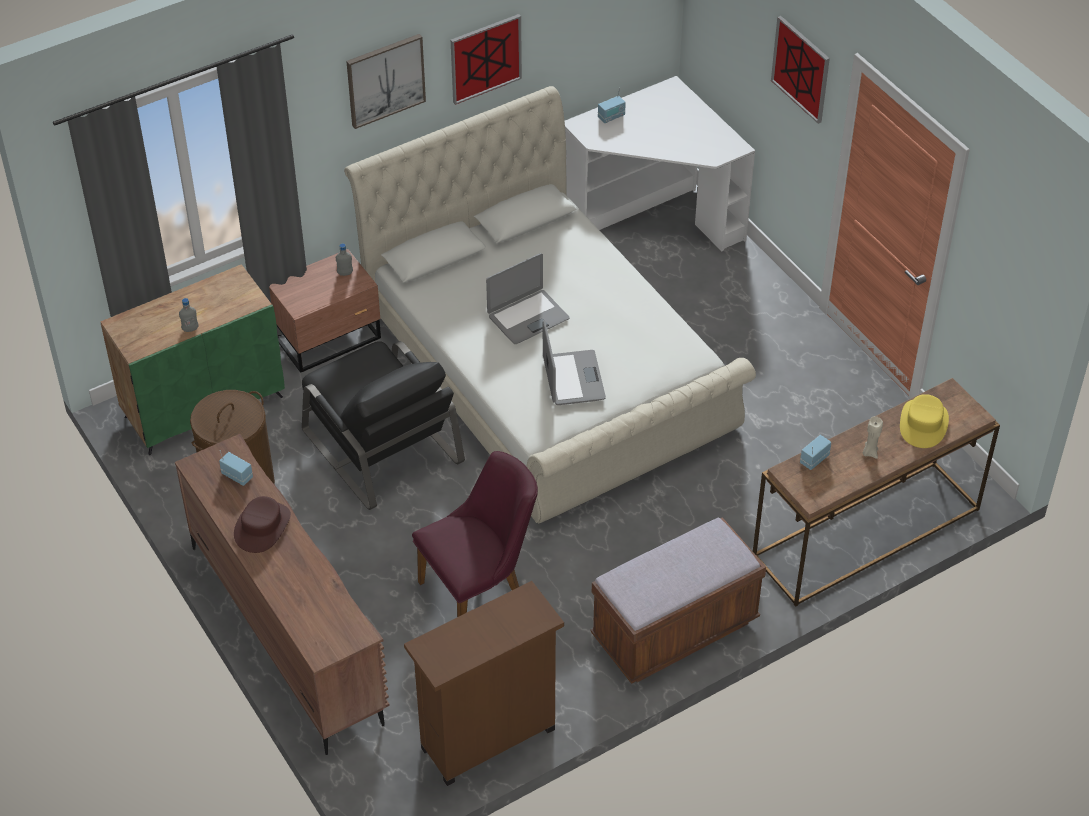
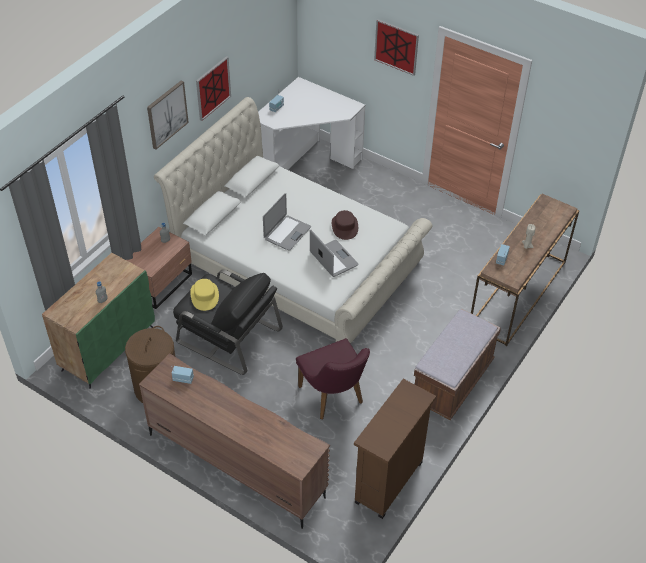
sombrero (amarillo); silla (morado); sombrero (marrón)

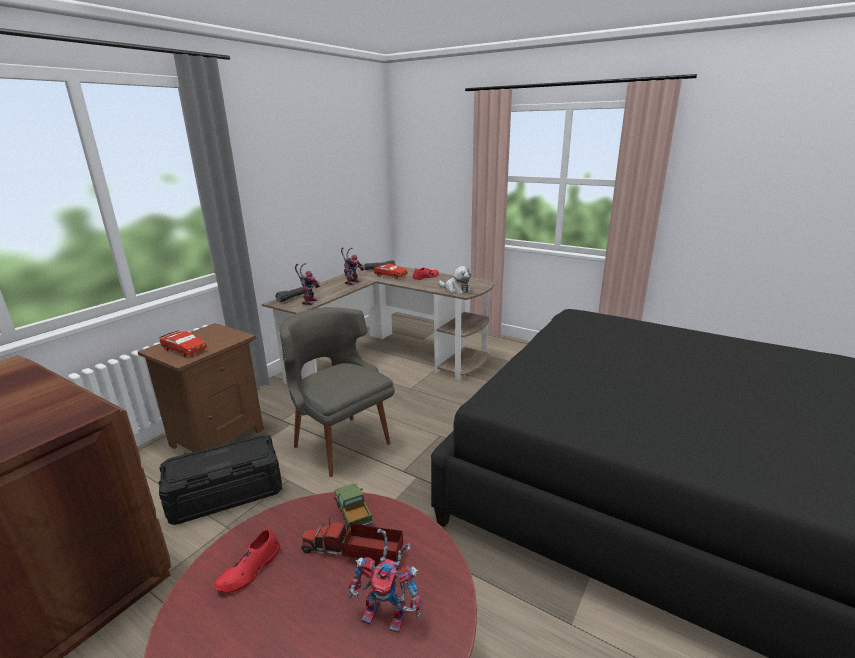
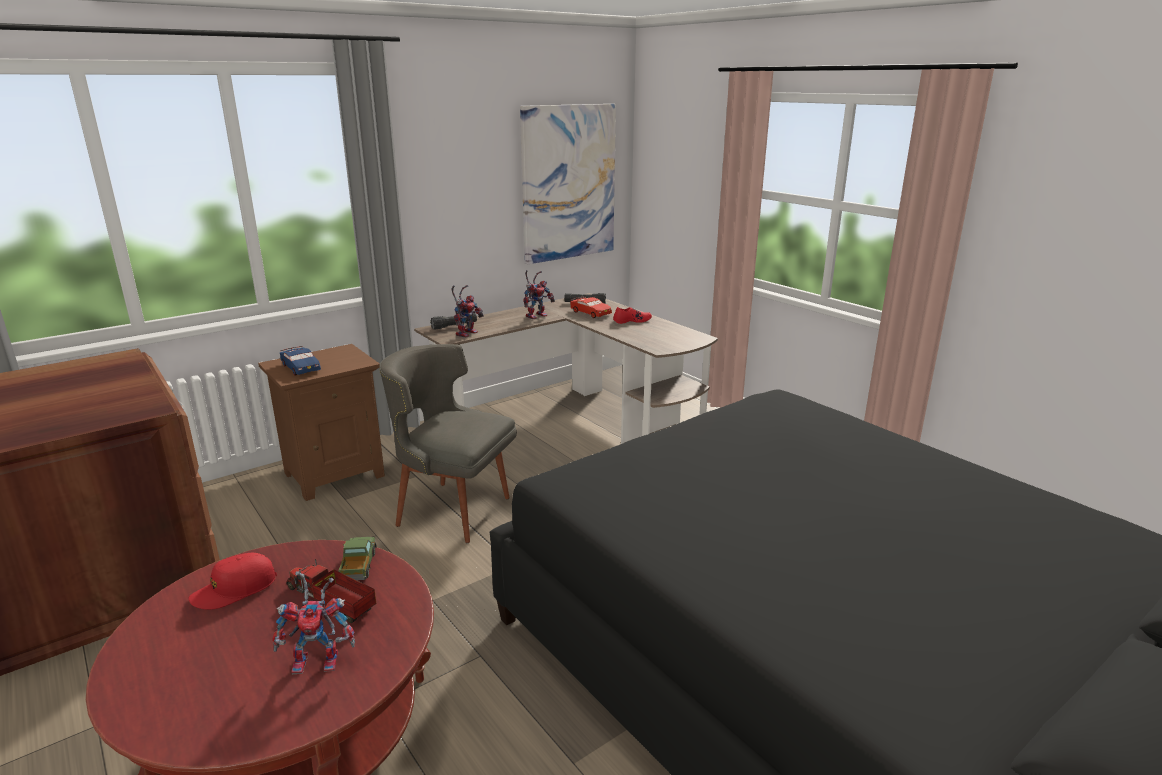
gorra (rojo); robot de juguete (1st from left); coche de juguete (azul); silla (gris); cuadro; caja de almacenaje (negro); peluche

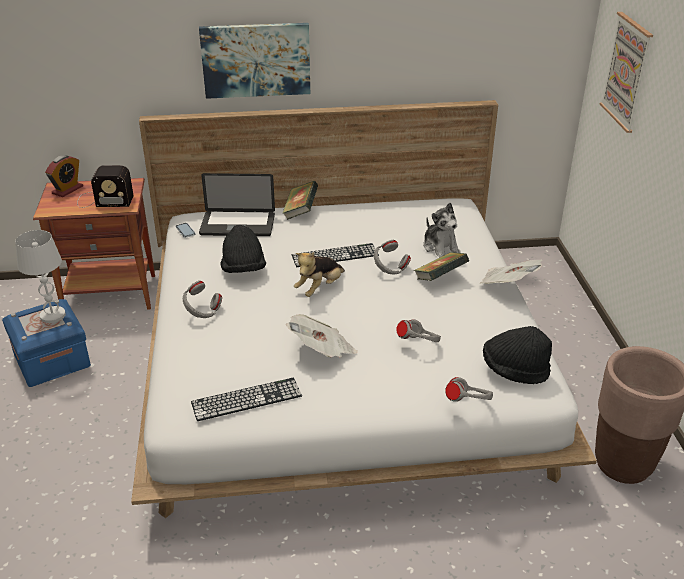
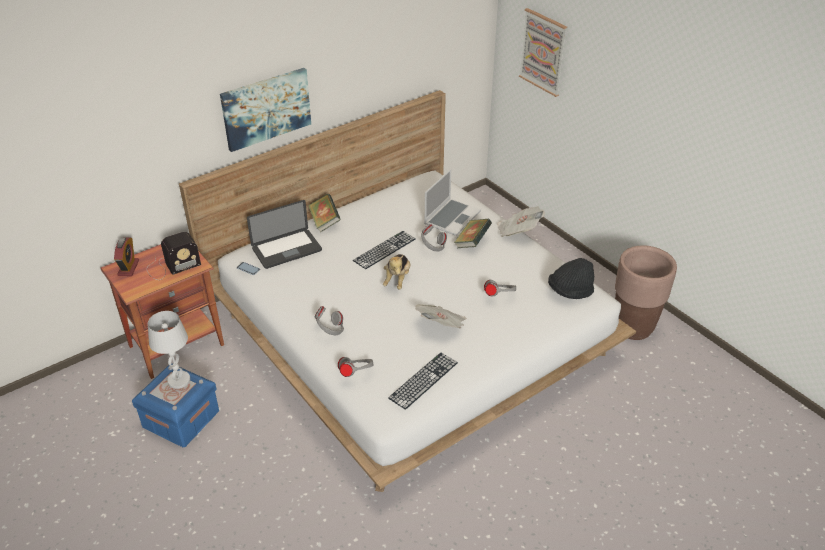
auriculares (gris) (2nd from left); portátil (2nd from left); sombrero (negro) (1st from left in the first image)

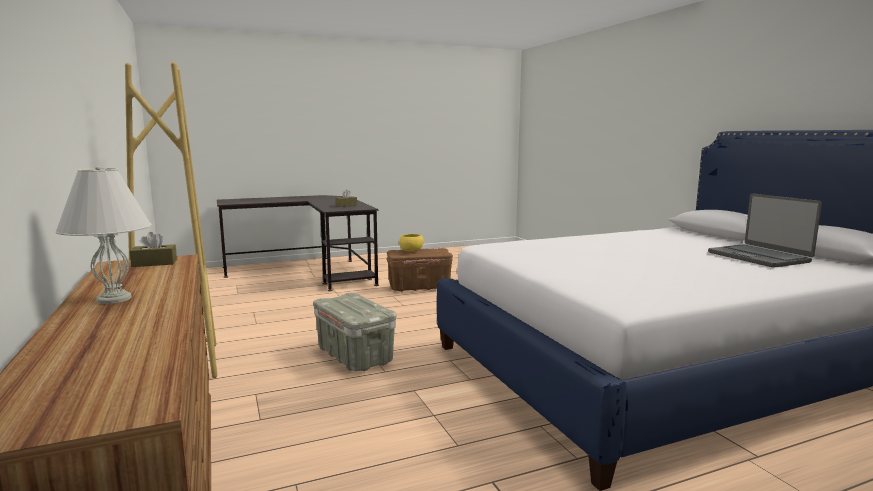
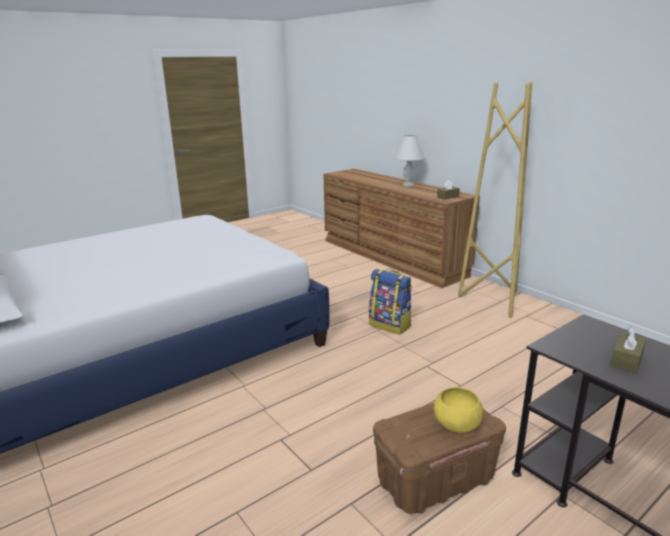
mochila; portátil

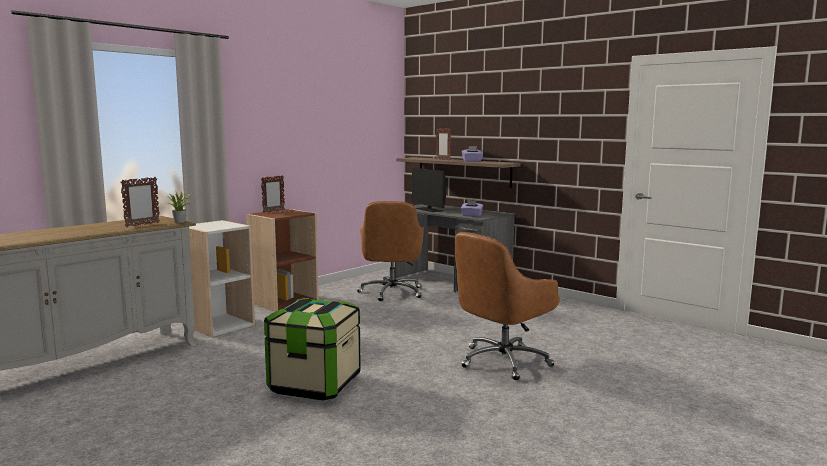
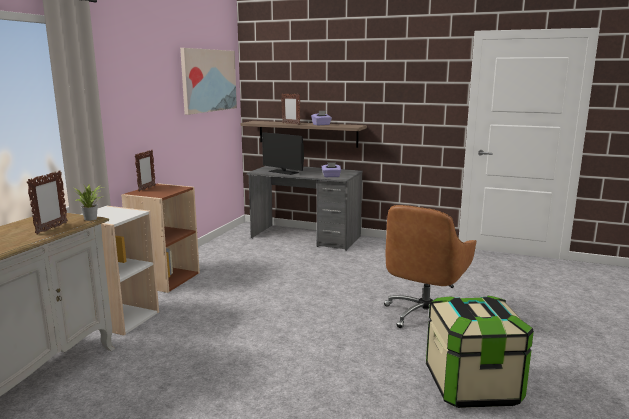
cuadro; caja de almacenaje; silla de oficina (marrón) (1st from left in the first image)

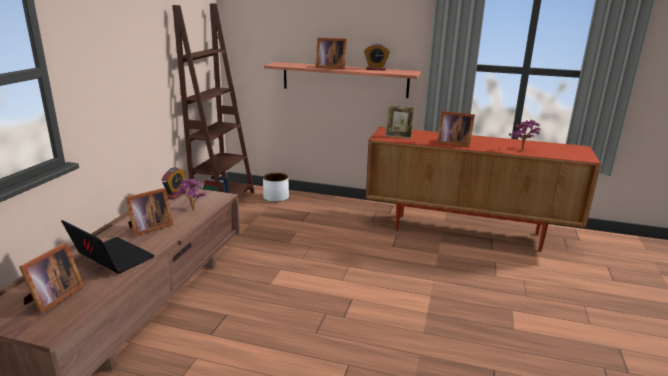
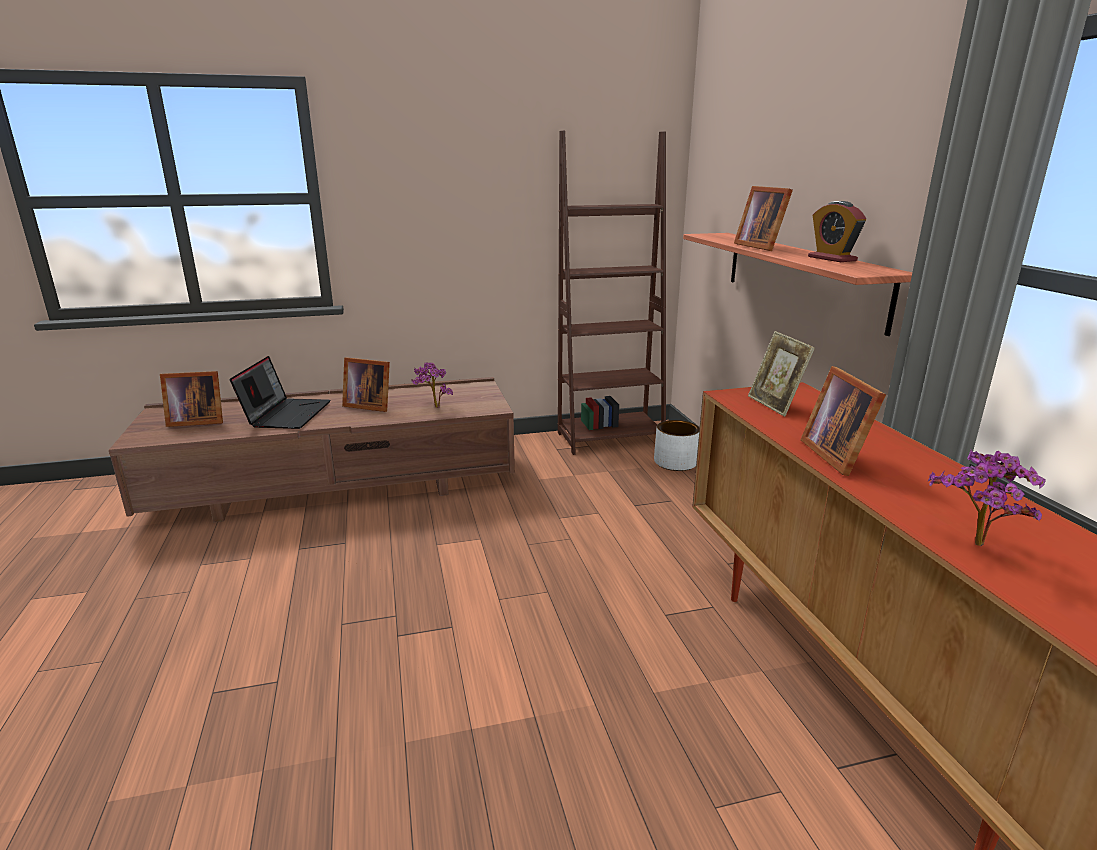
despertador (1st from left in the first image)

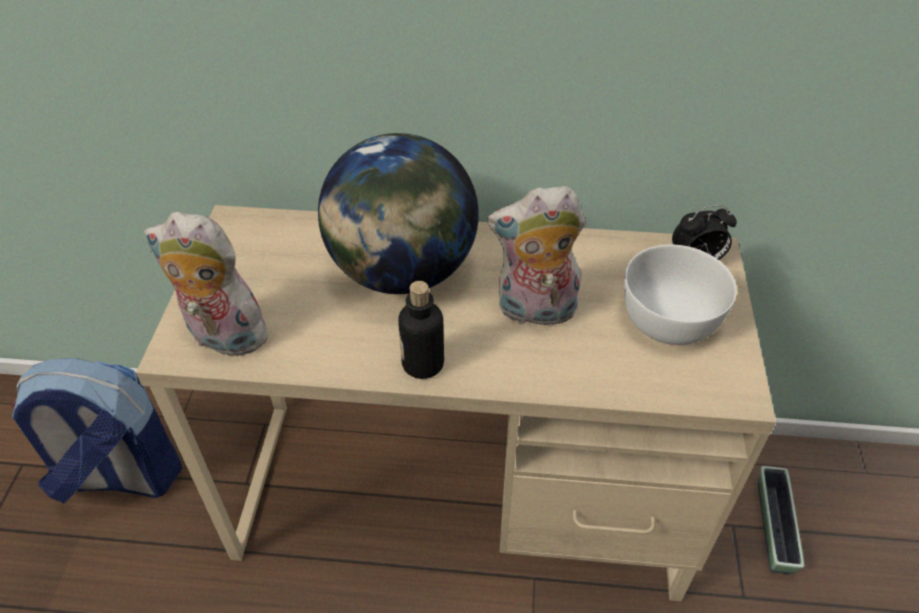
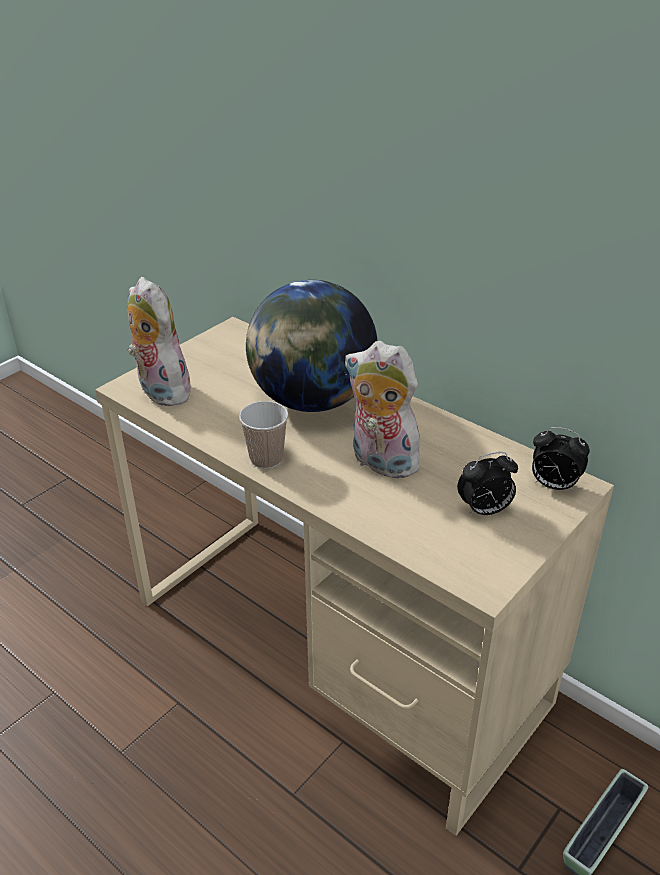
taza; despertador (1st from left); mochila

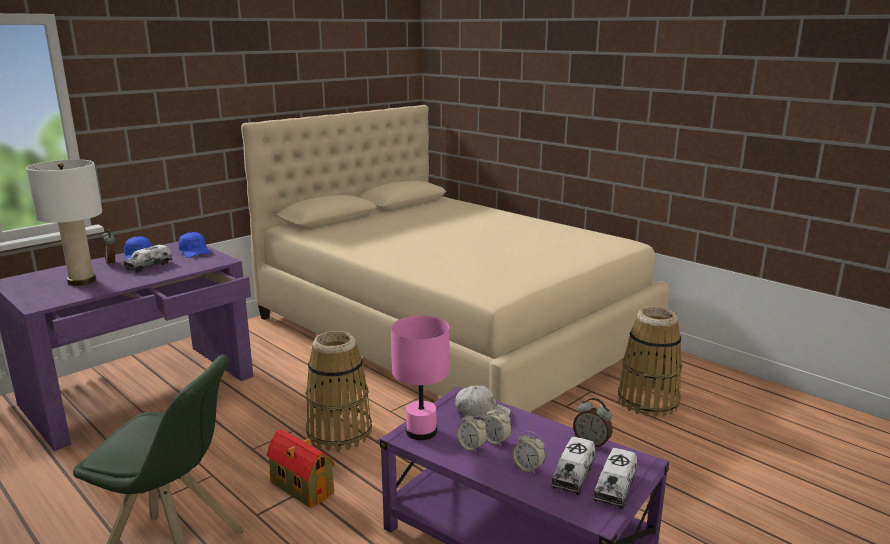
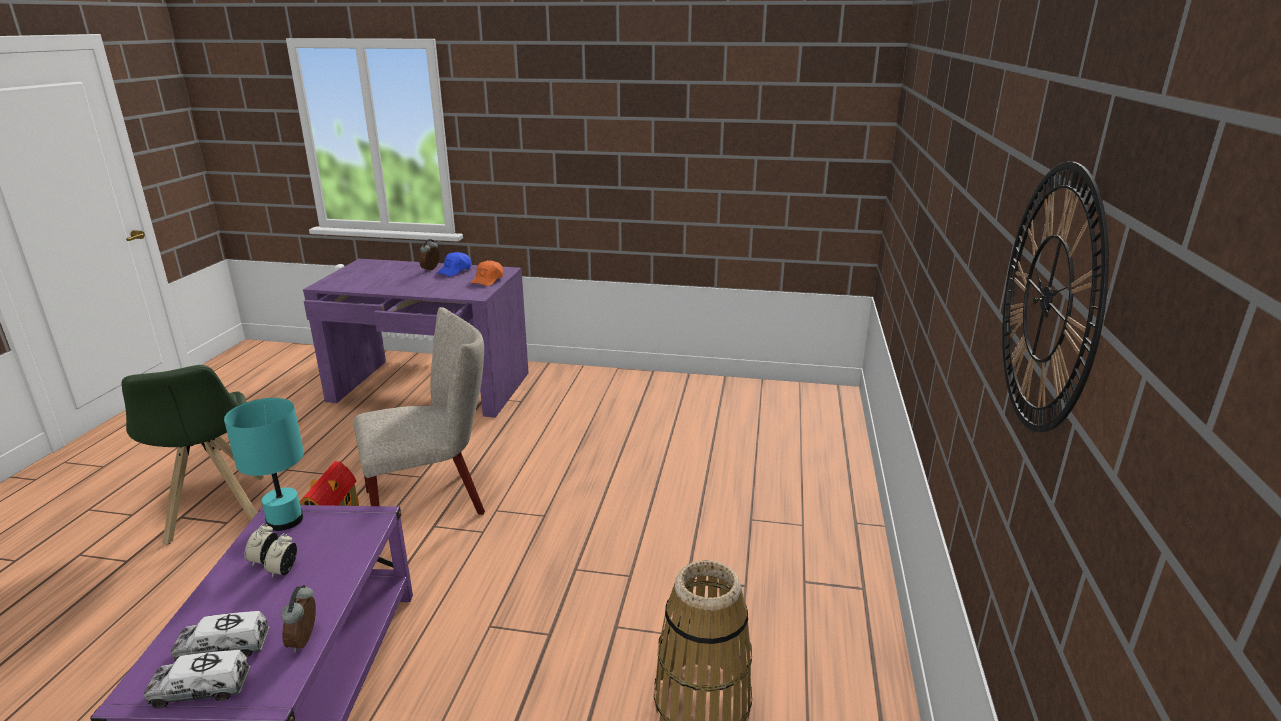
lámpara de mesa (turquesa); silla (beis); gorra (naranja); reloj de pared; lámpara de mesa (blanco); camión de juguete (1st from left in the first image); cama (beis); gorra (blanco); despertador (4th from left in the first image)

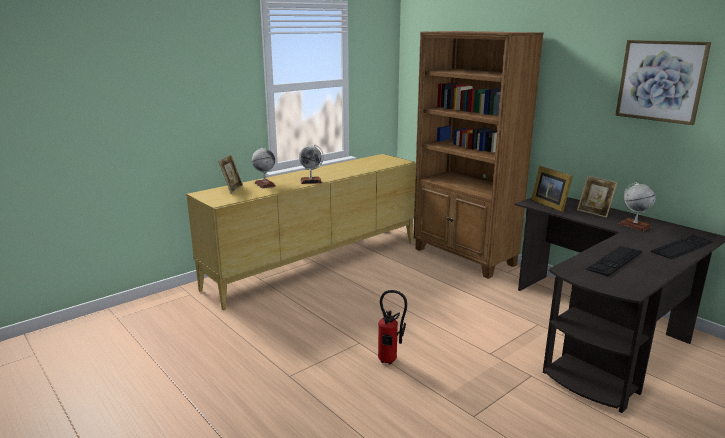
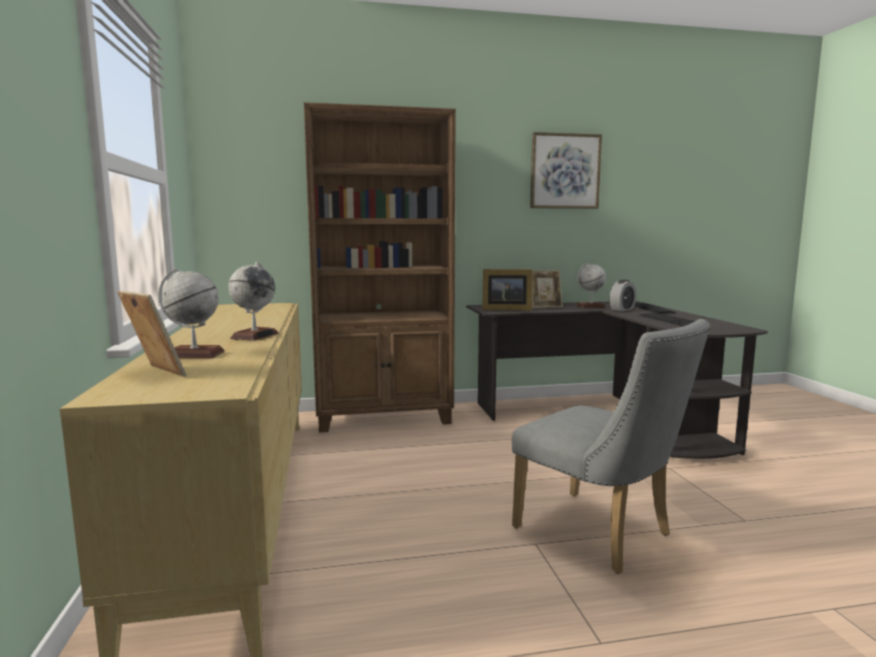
silla (gris); despertador

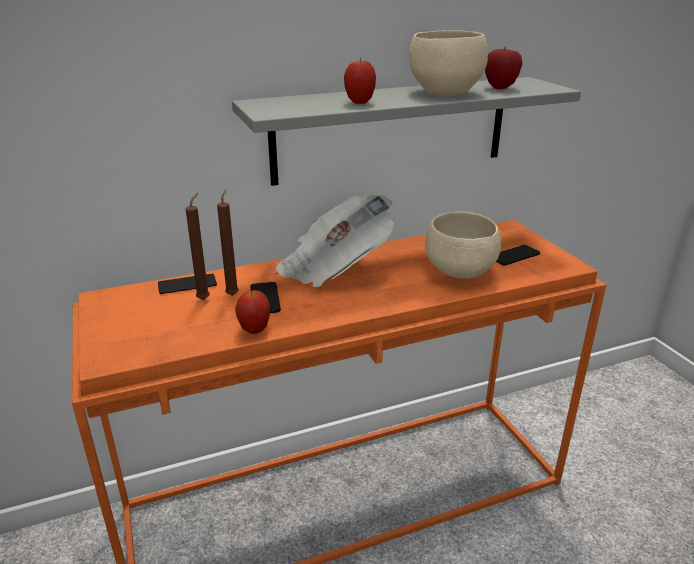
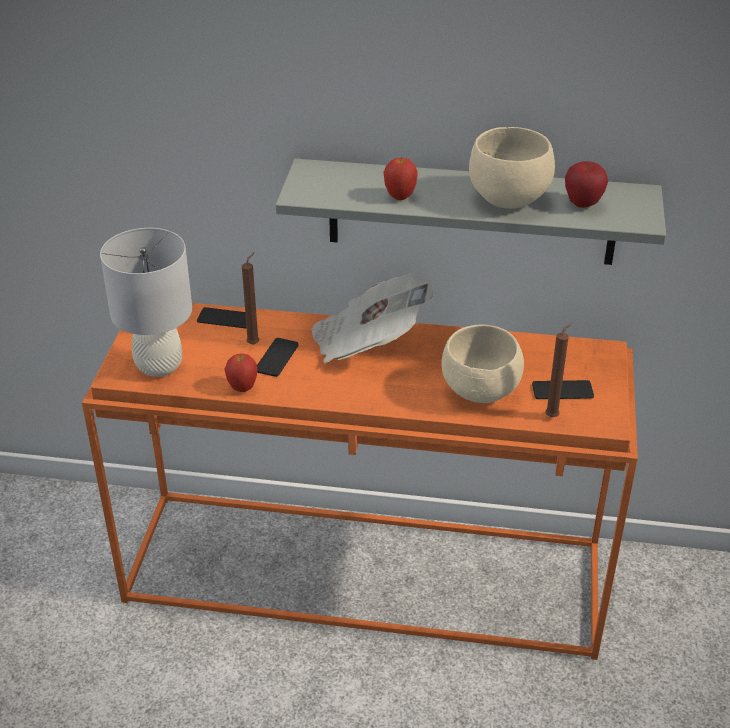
lámpara de mesa (gris); vela (marrón) (2nd from left)

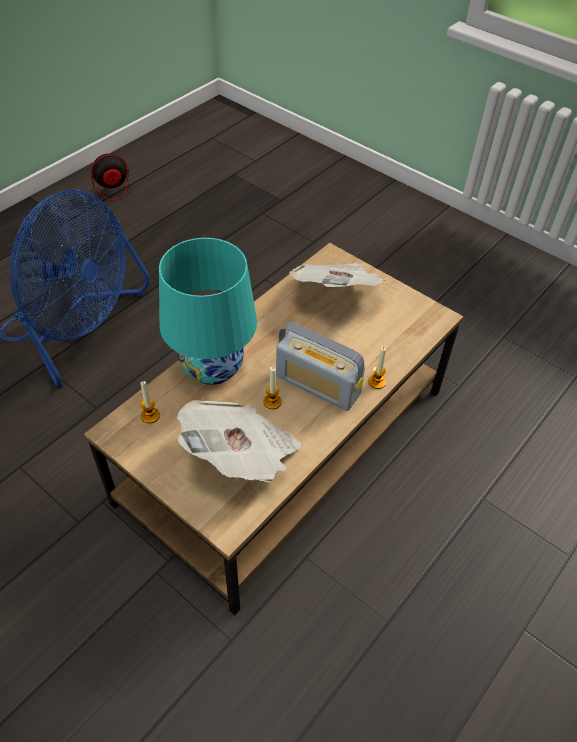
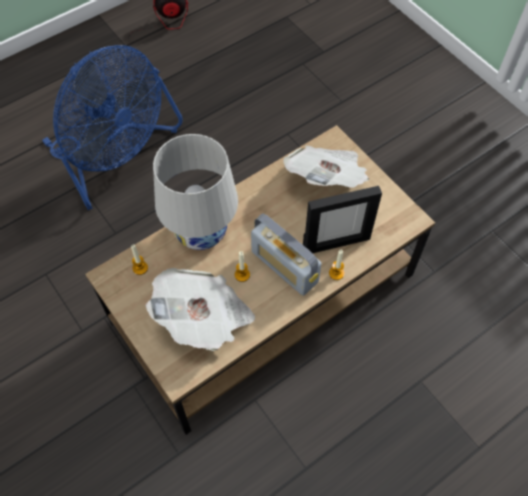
lámpara de mesa (blanco); portarretratos

